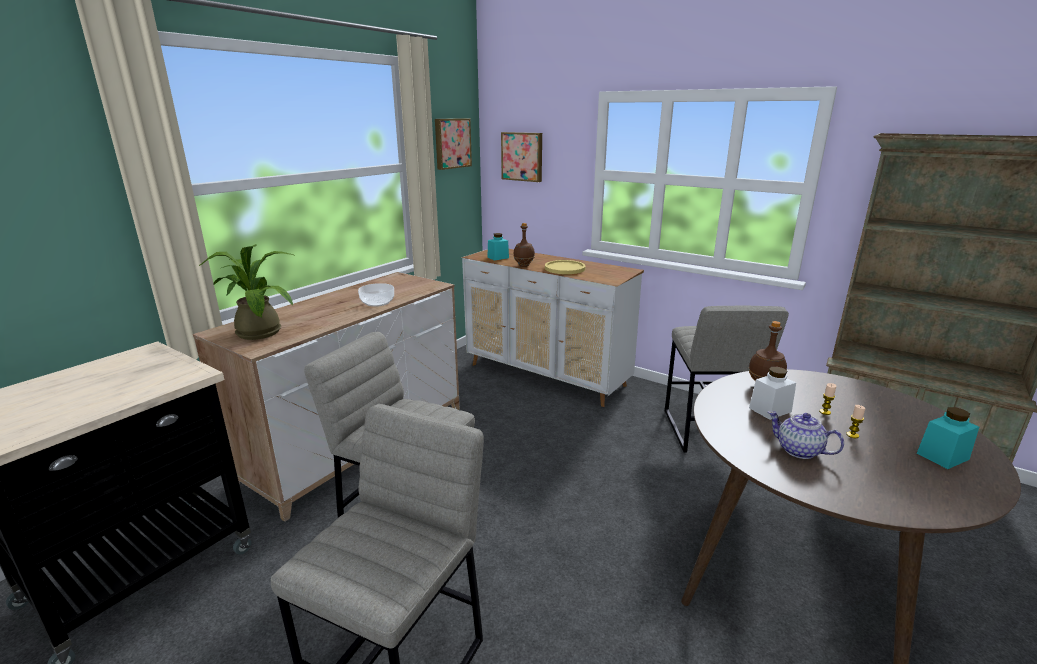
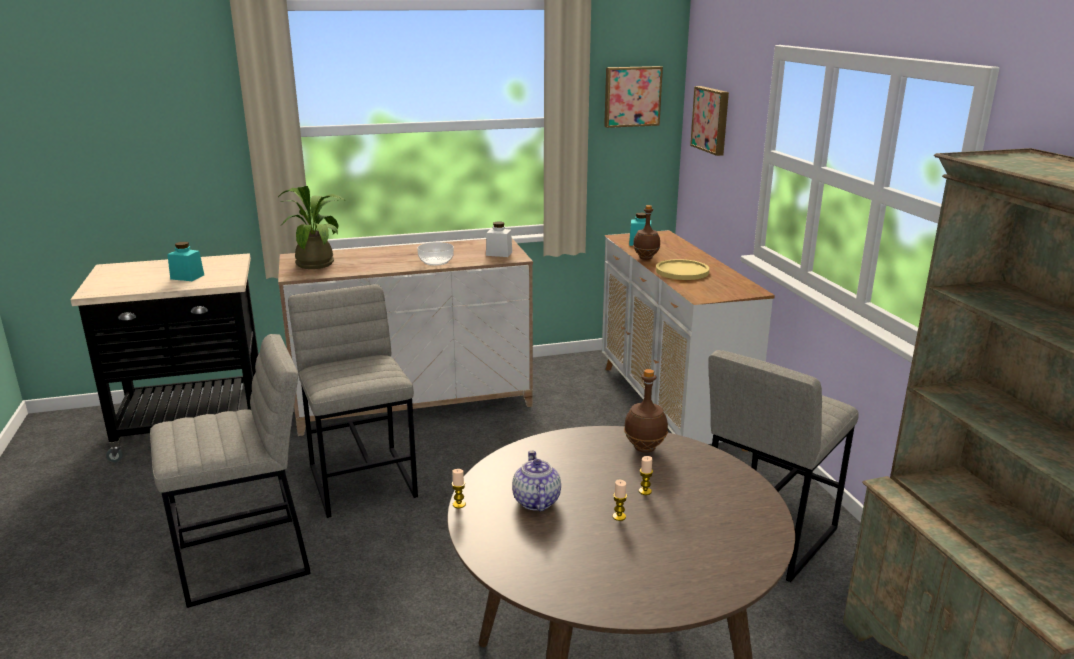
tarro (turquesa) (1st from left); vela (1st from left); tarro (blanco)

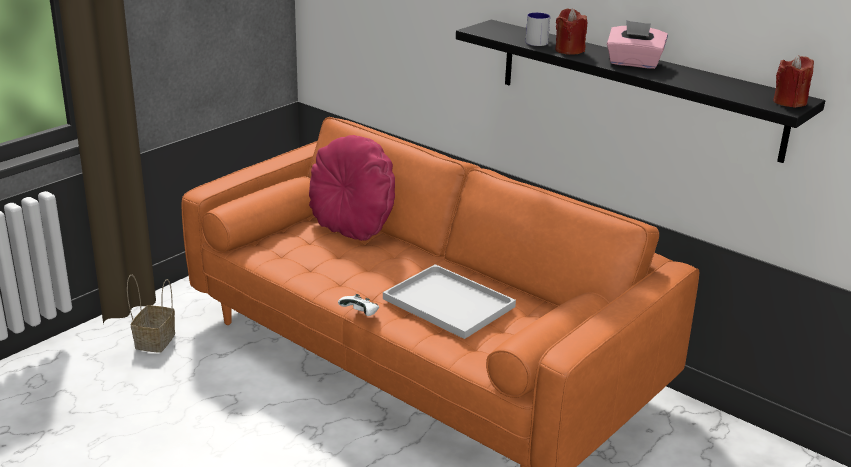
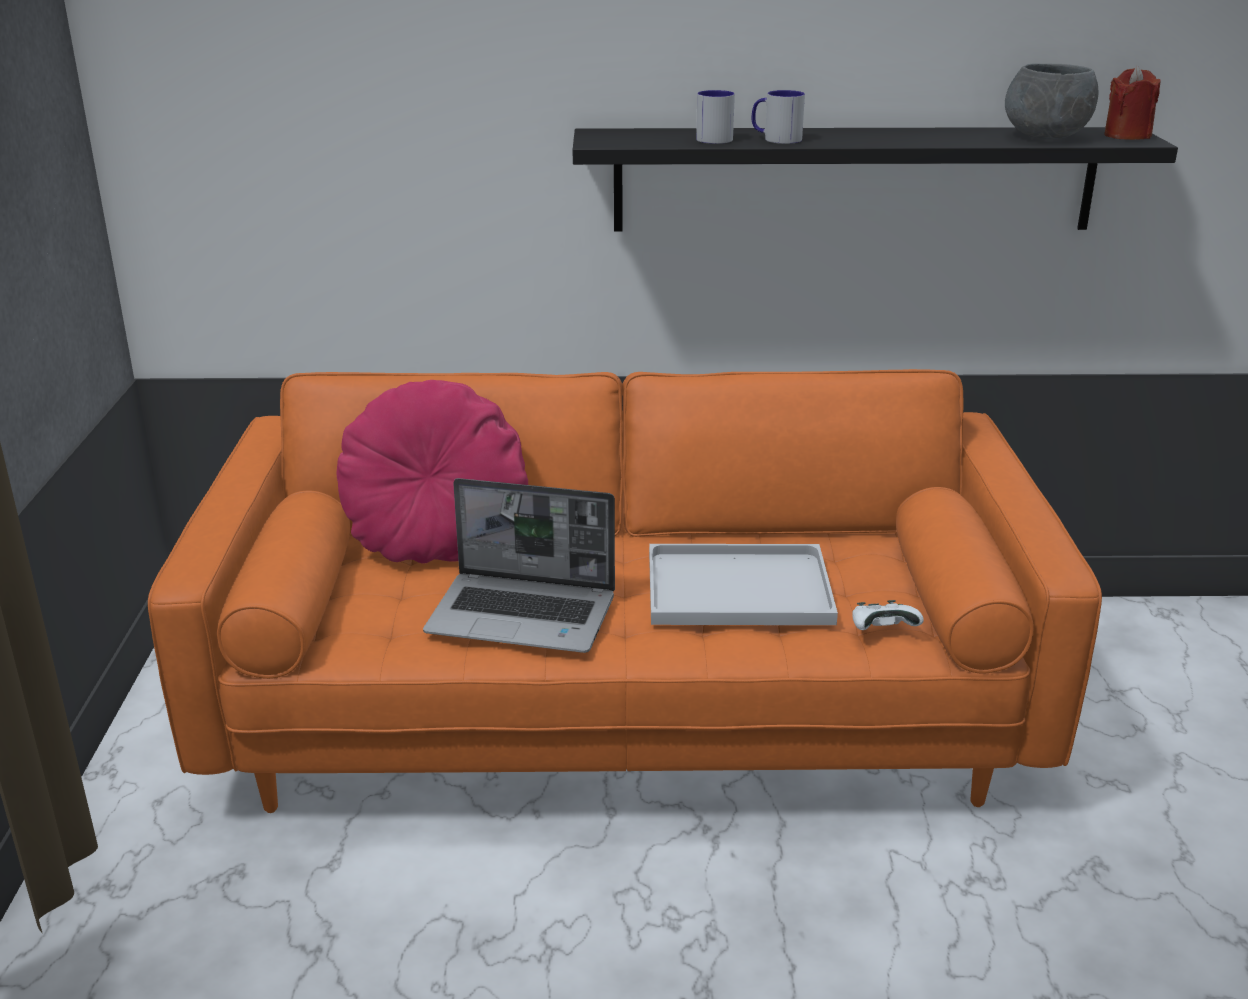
portátil; taza grande (2nd from left); mando de consola (blanco); cuenco (gris); cesta; caja de pañuelos (rosa)

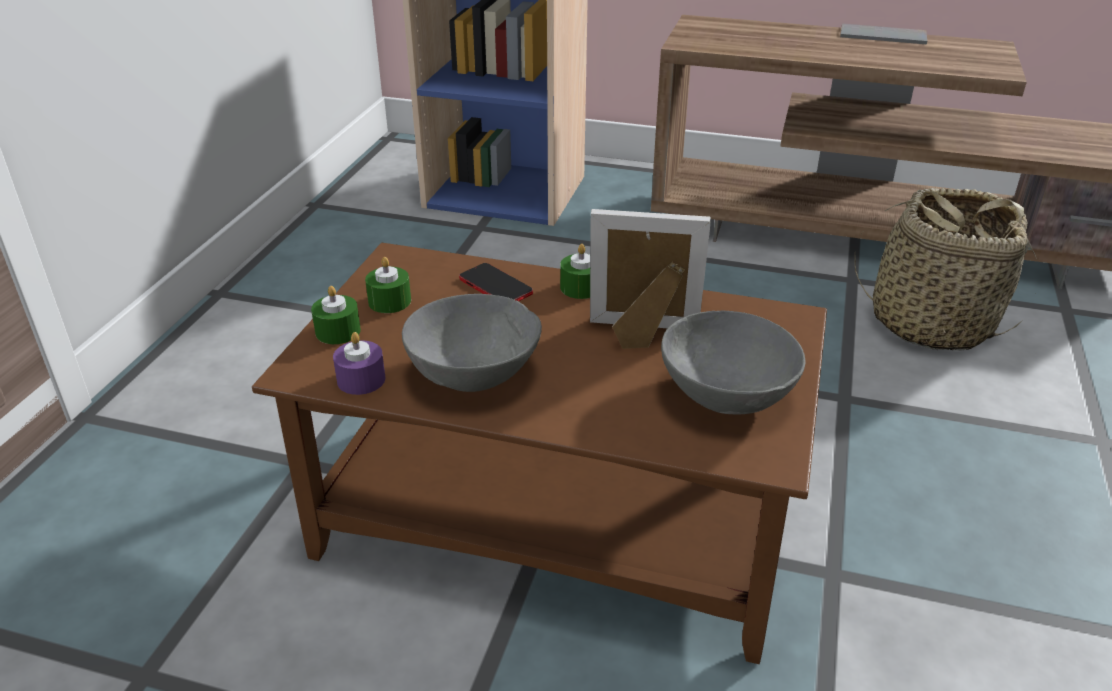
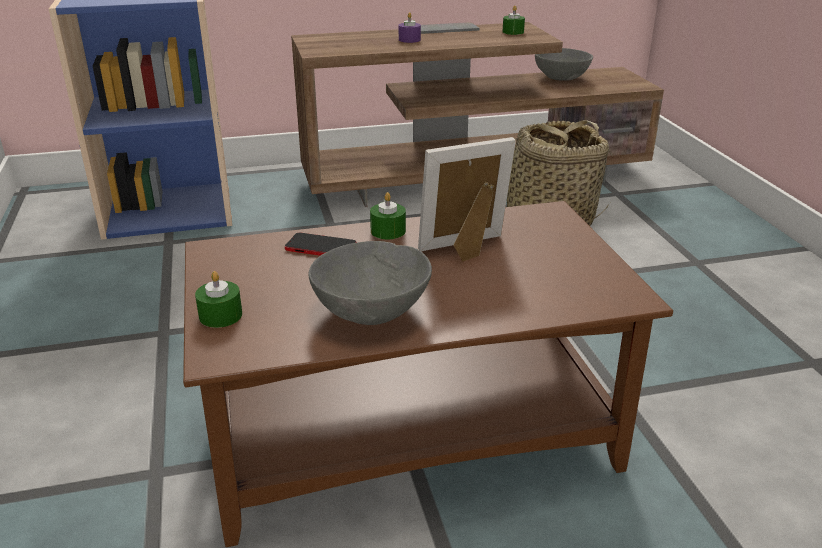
vela (morado); vela (verde) (3rd from left); cuenco (gris) (2nd from left)

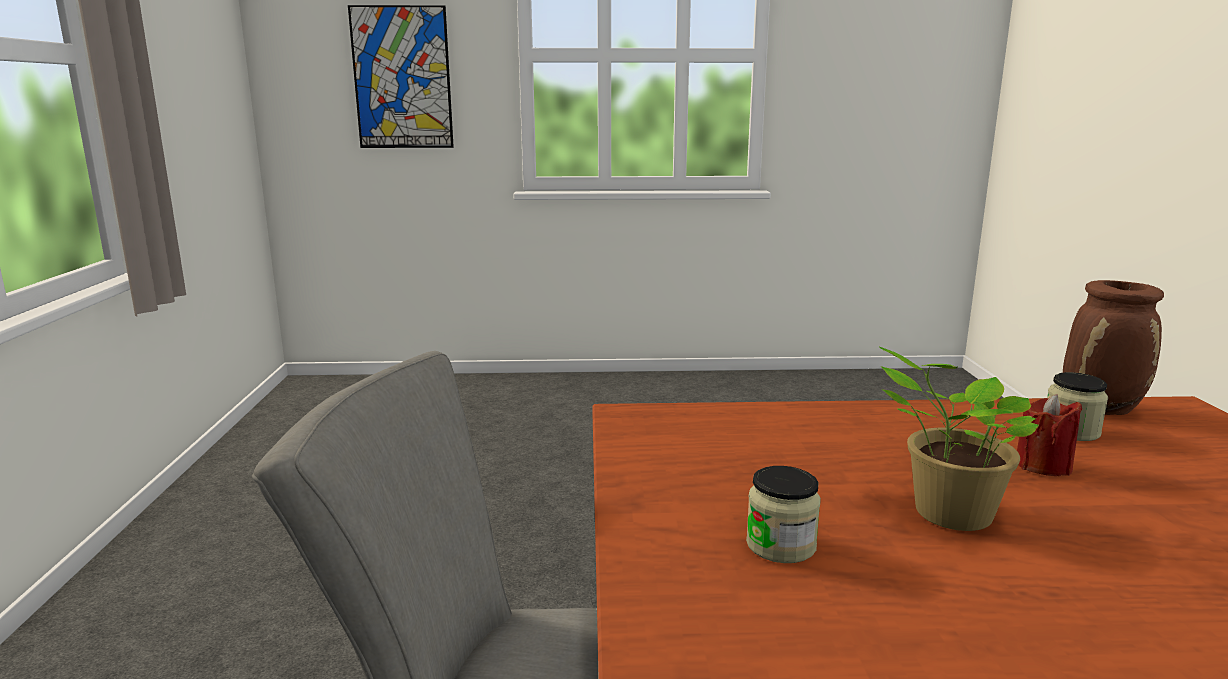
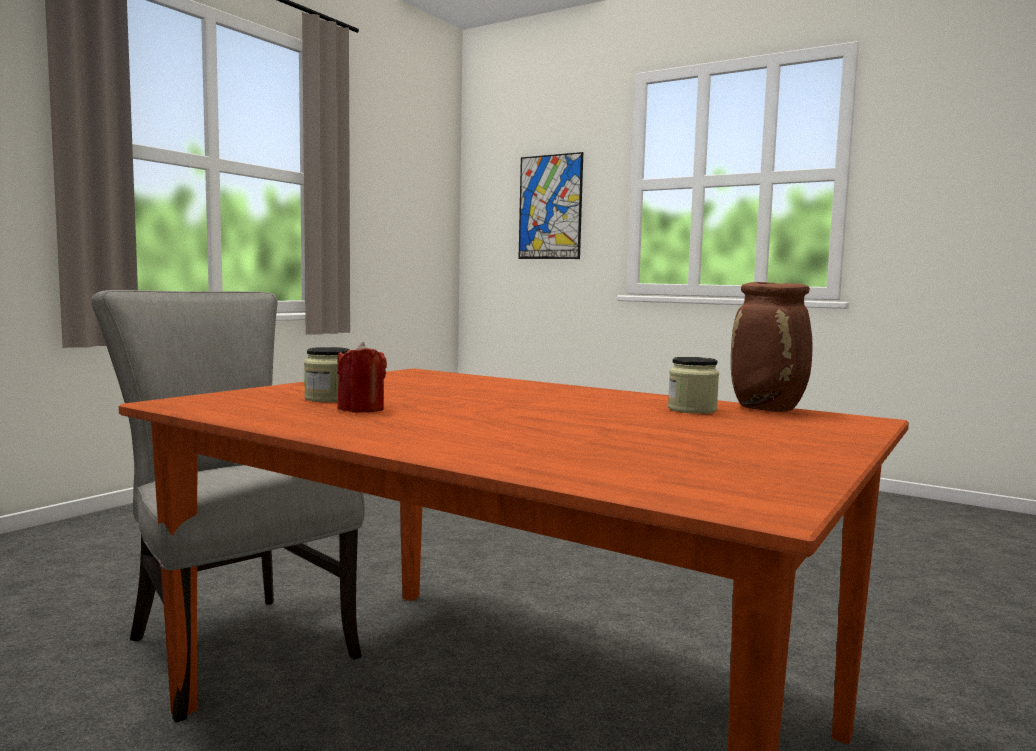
vela (rojo); planta en maceta

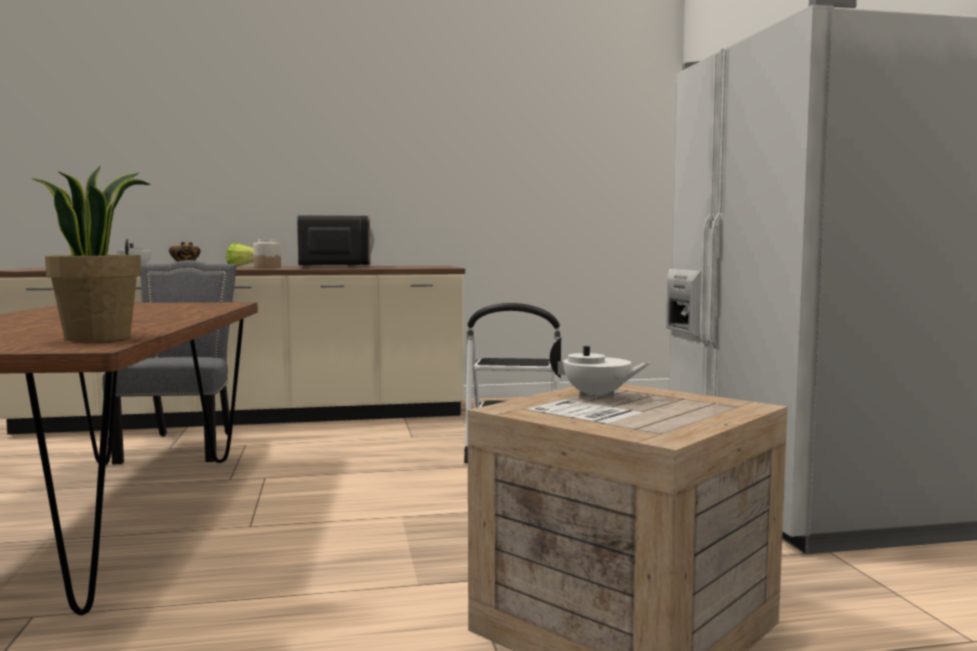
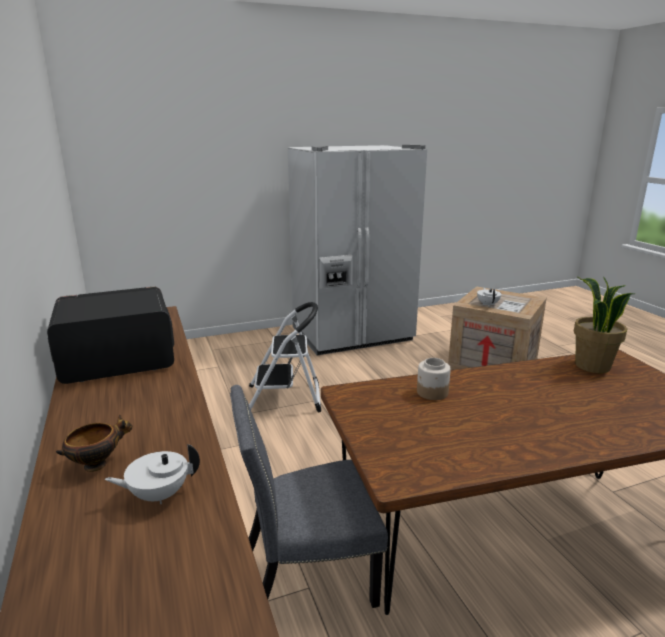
tarro; lechuga

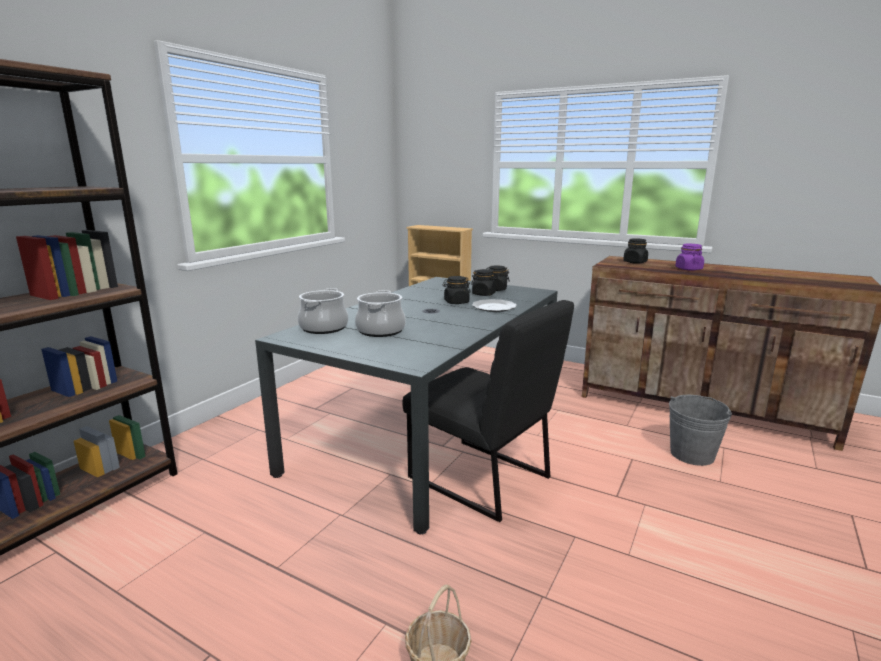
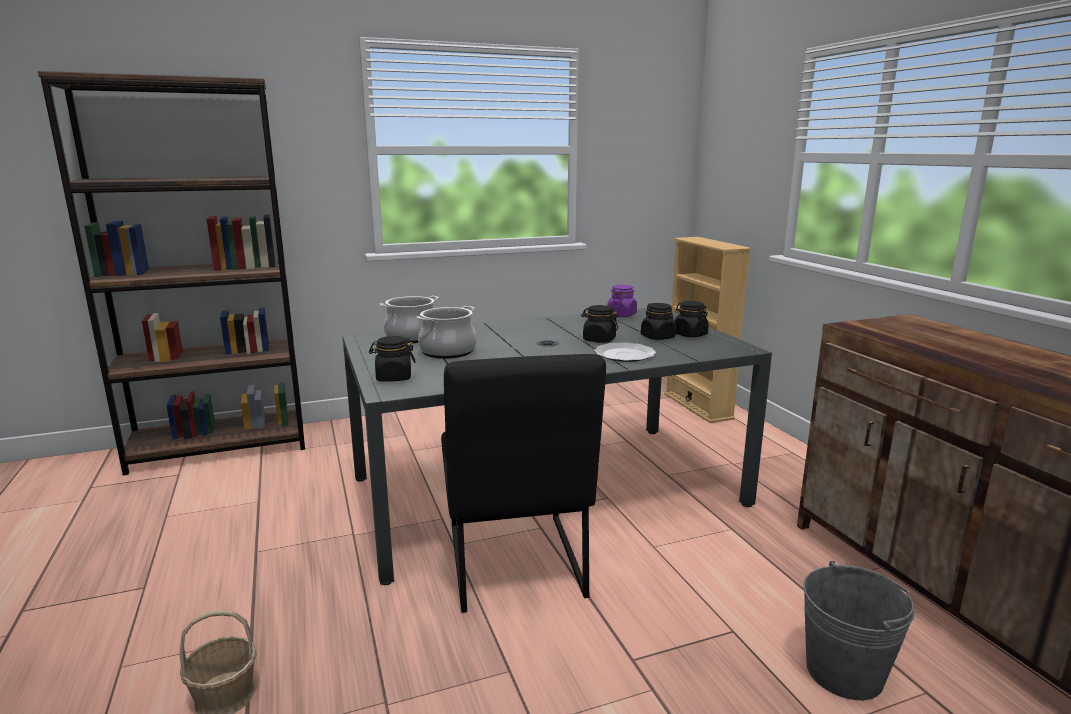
tarro (negro) (1st from left); tarro (morado)

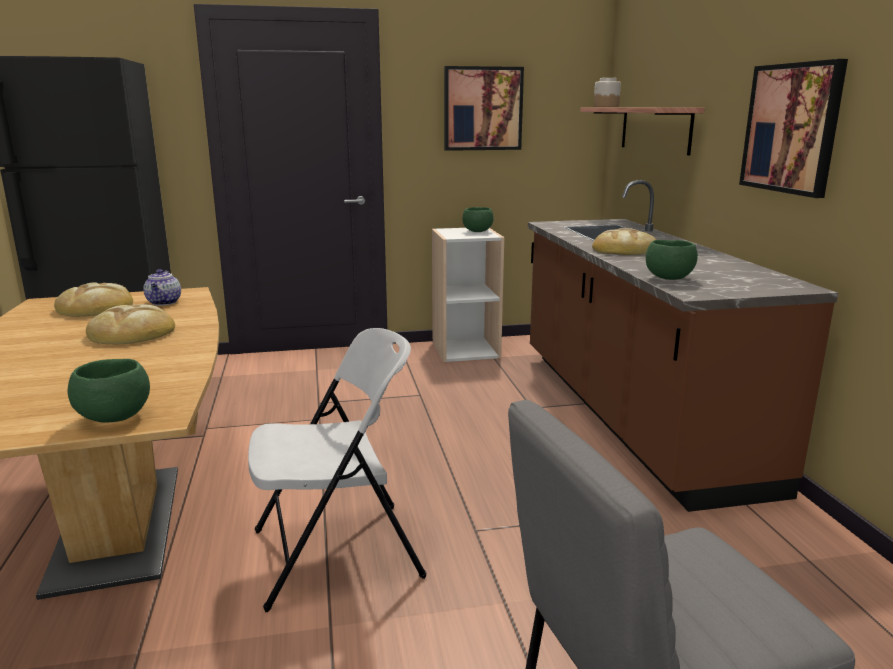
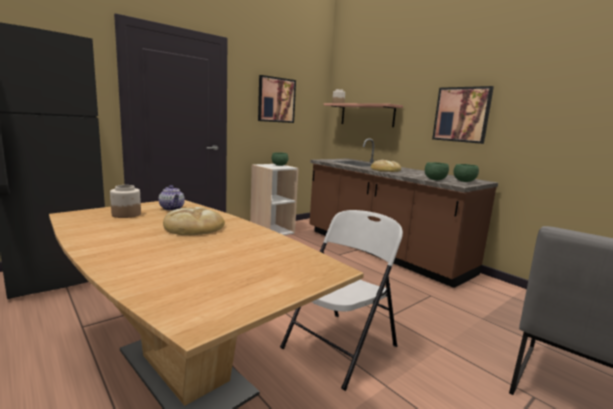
tarro (1st from left); cuenco (verde) (3rd from left)

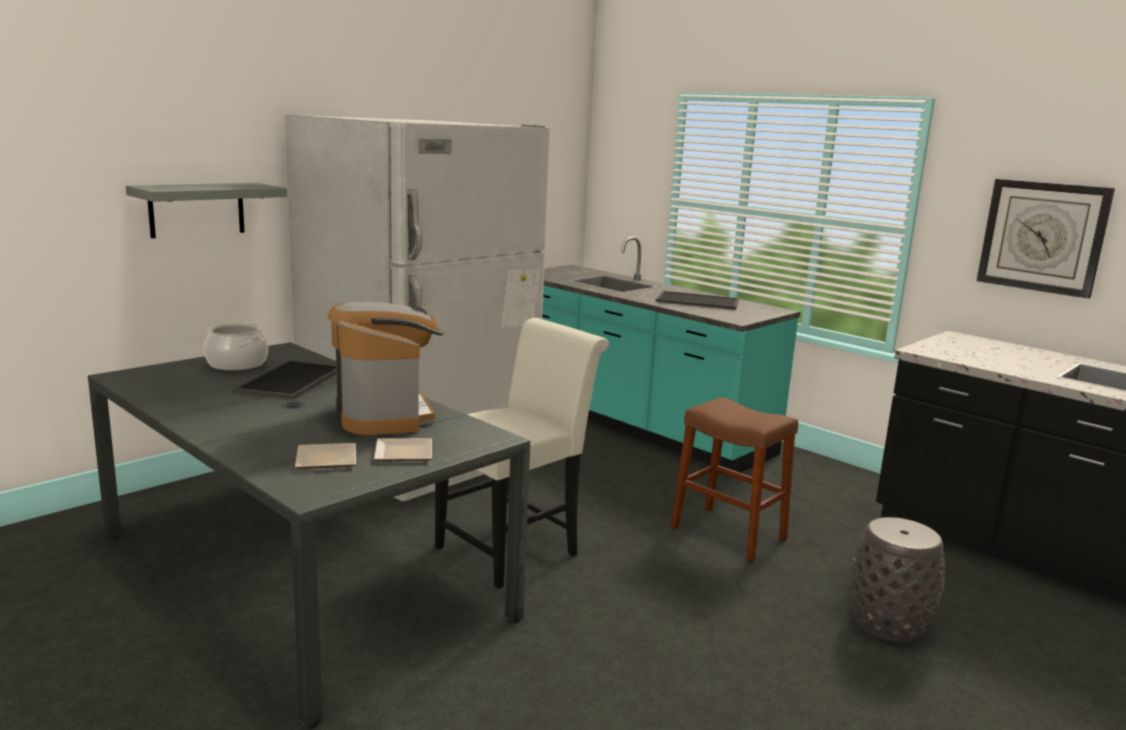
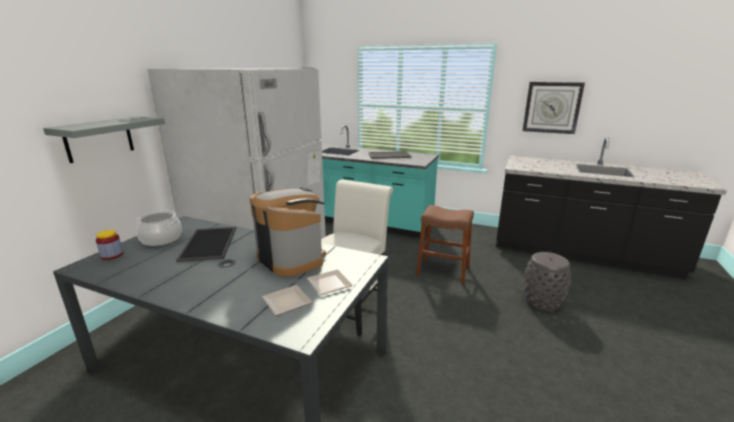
tarro

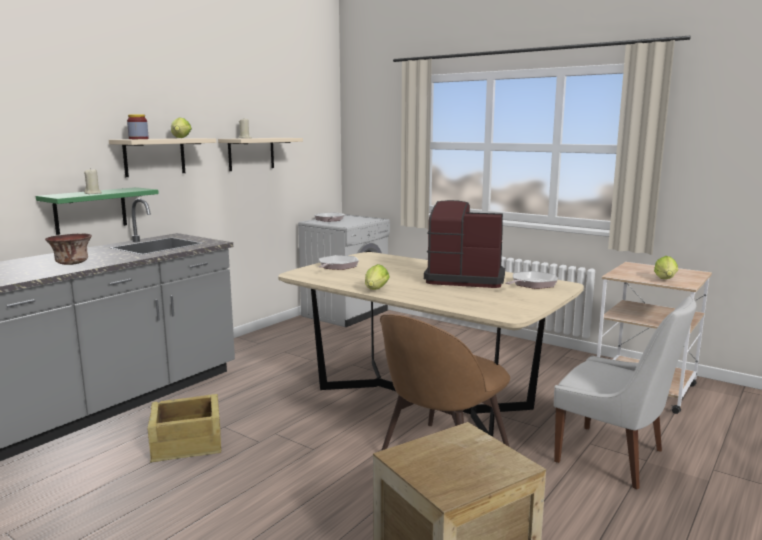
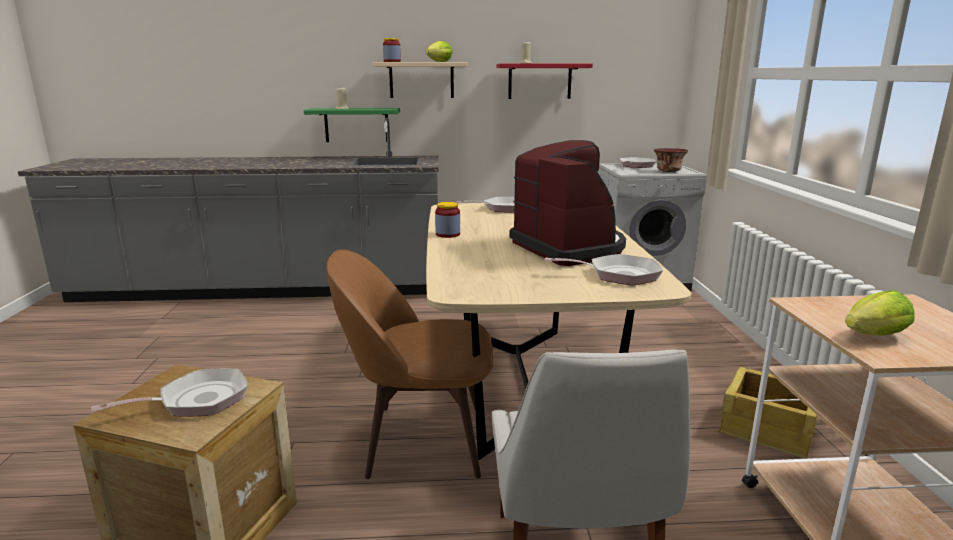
sartén (1st from left); tarro (2nd from left); estante (rojo); cuenco; caja de embalaje (2nd from left)

